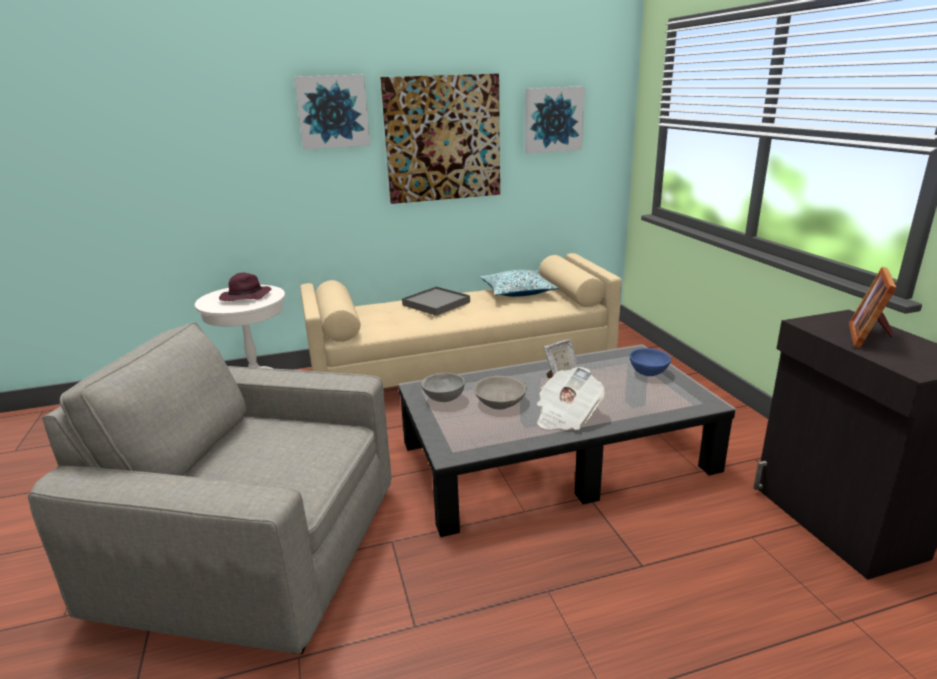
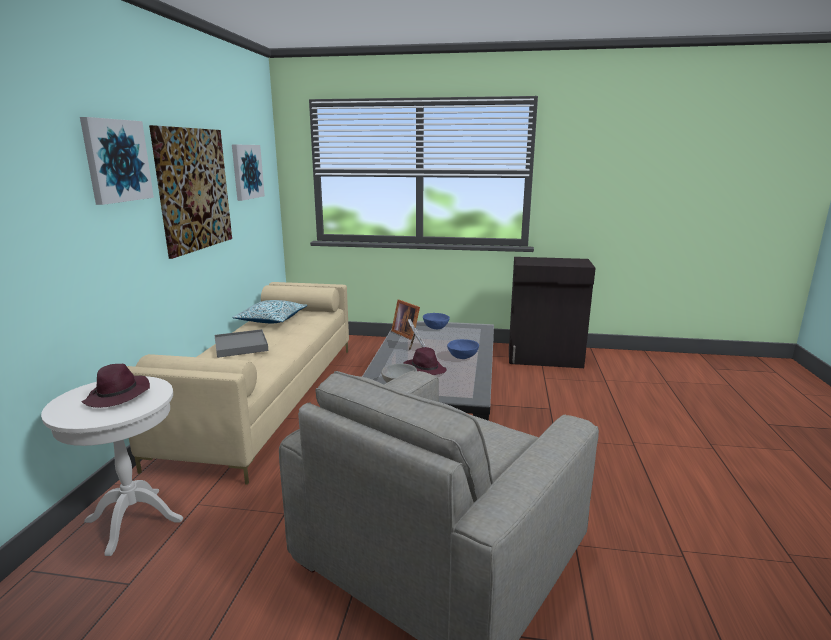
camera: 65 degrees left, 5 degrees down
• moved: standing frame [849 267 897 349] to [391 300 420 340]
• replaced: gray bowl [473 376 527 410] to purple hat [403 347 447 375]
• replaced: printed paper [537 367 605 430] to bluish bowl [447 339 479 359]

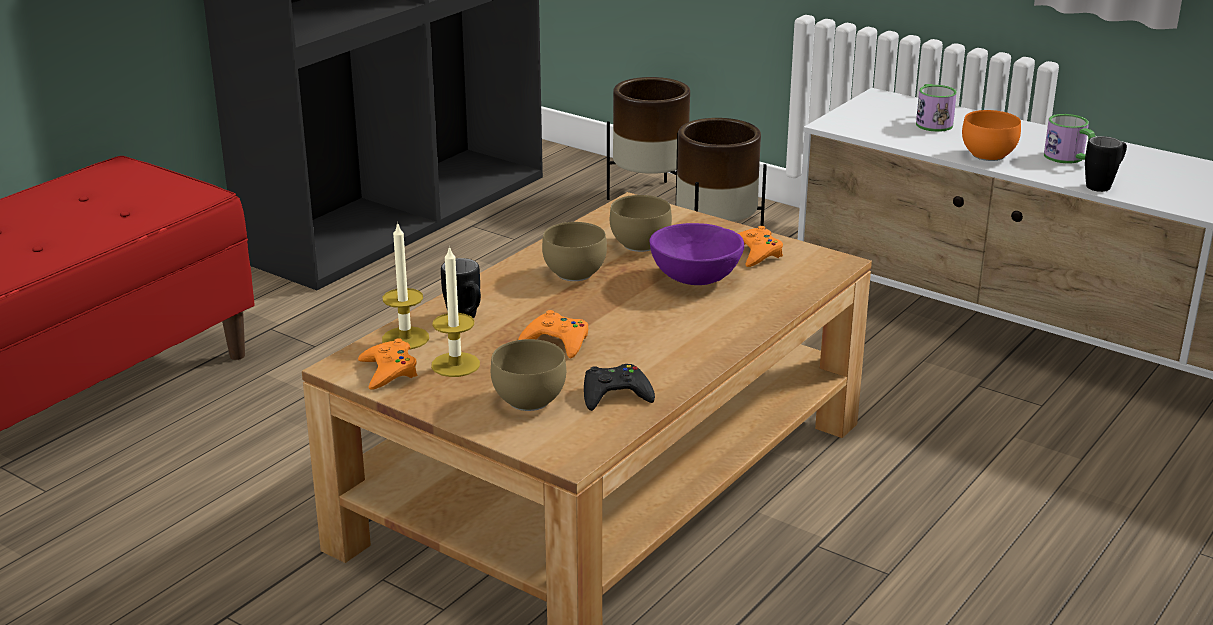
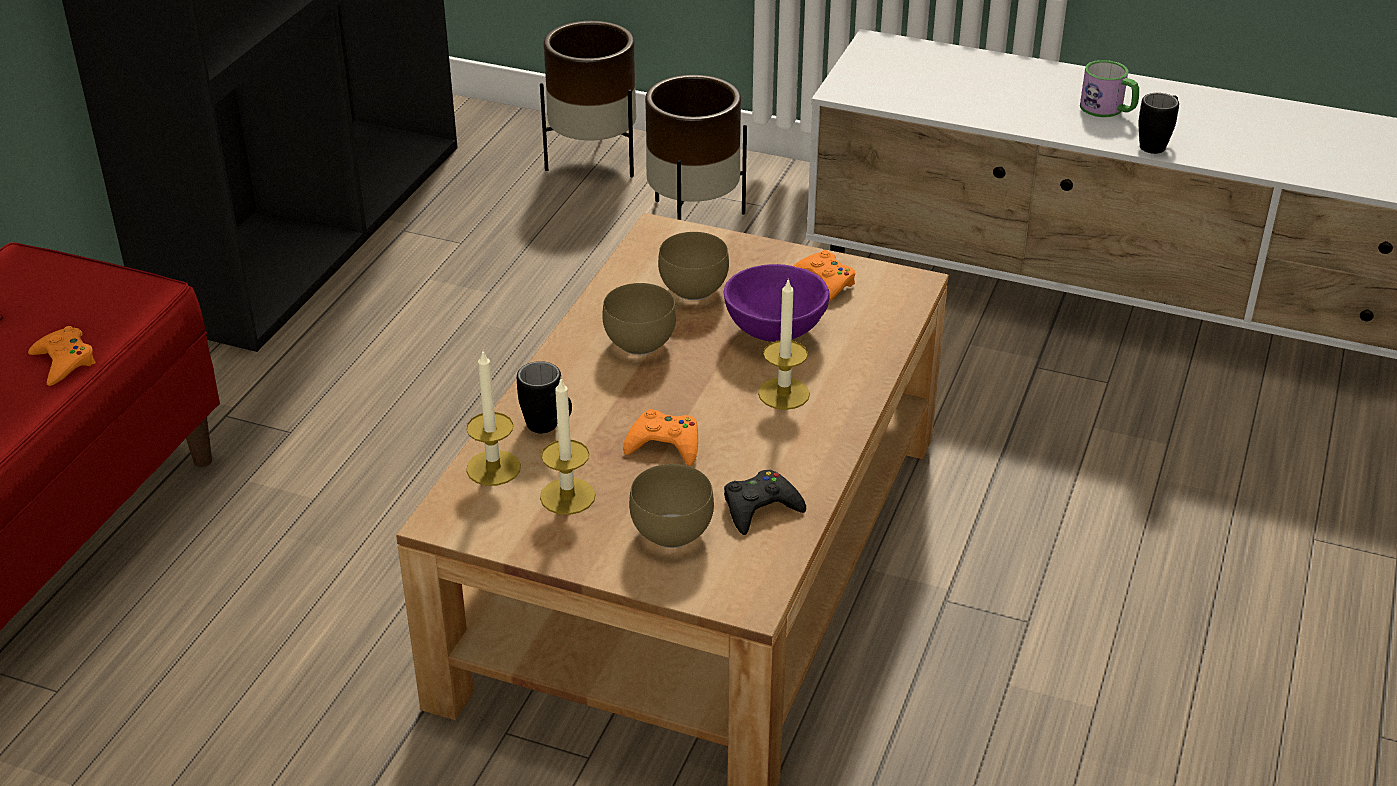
camera: 15 degrees left, 10 degrees up
• removed: mug [916 84 957 132]
• removed: orange-coloured bowl [962 110 1021 161]
• added: wax light [758 279 810 410]
• moved: orange-coloured joypad [358 338 417 390] to [28 326 96 386]

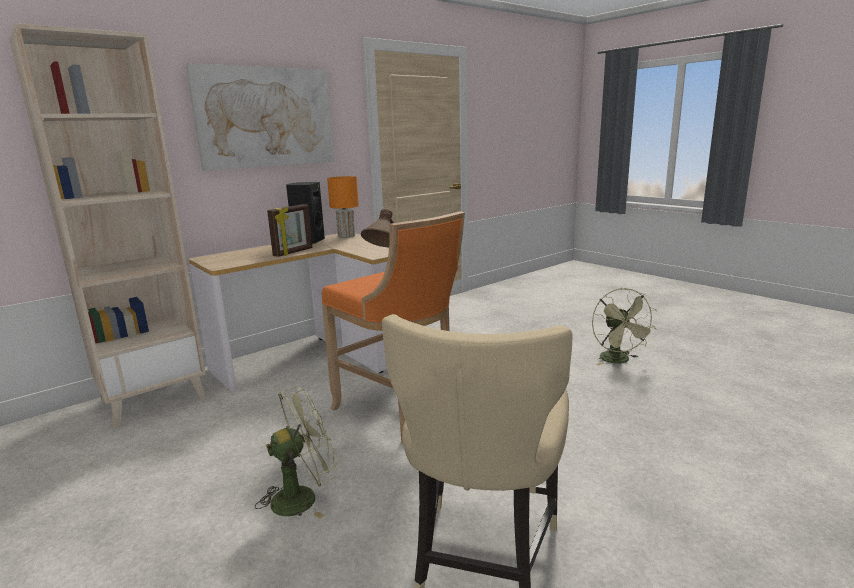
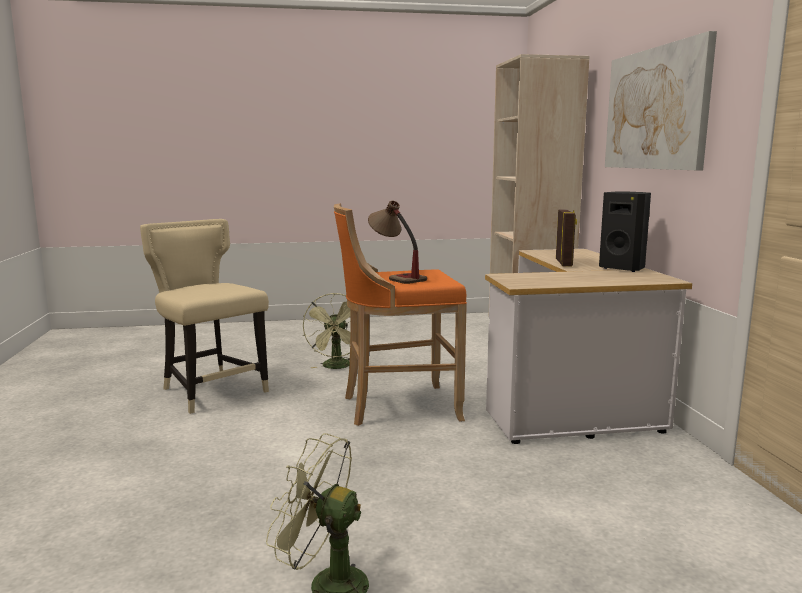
camera: 120 degrees right, 5 degrees down
• removed: orange-coloured lamp for a table [327 176 359 238]
• turned: standing frame [267 204 313 257] = [556 210 577 267] 150 degrees counterclockwise

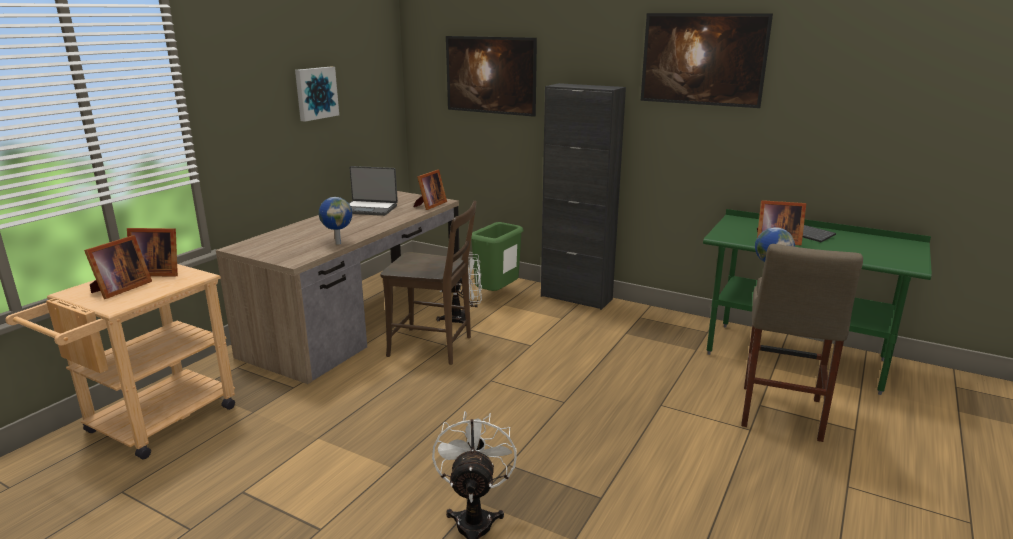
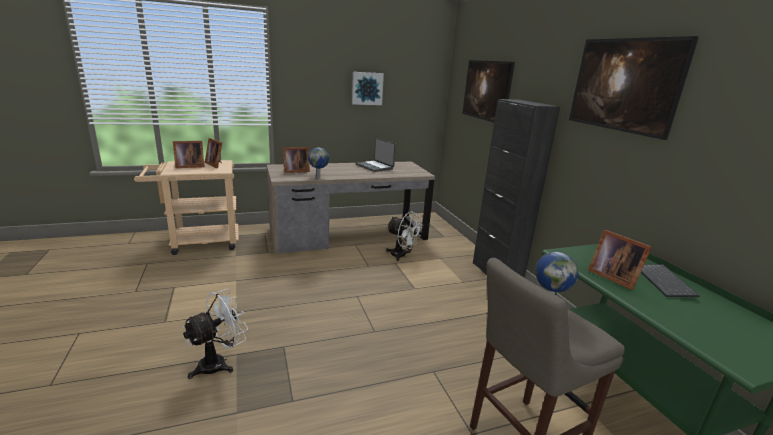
camera: 40 degrees right, 0 degrees up
• removed: brownish chair [380 201 477 365]
• removed: green-coloured trash can [471 222 523 291]
• moved: standing frame [414 169 447 210] to [283 147 310 173]

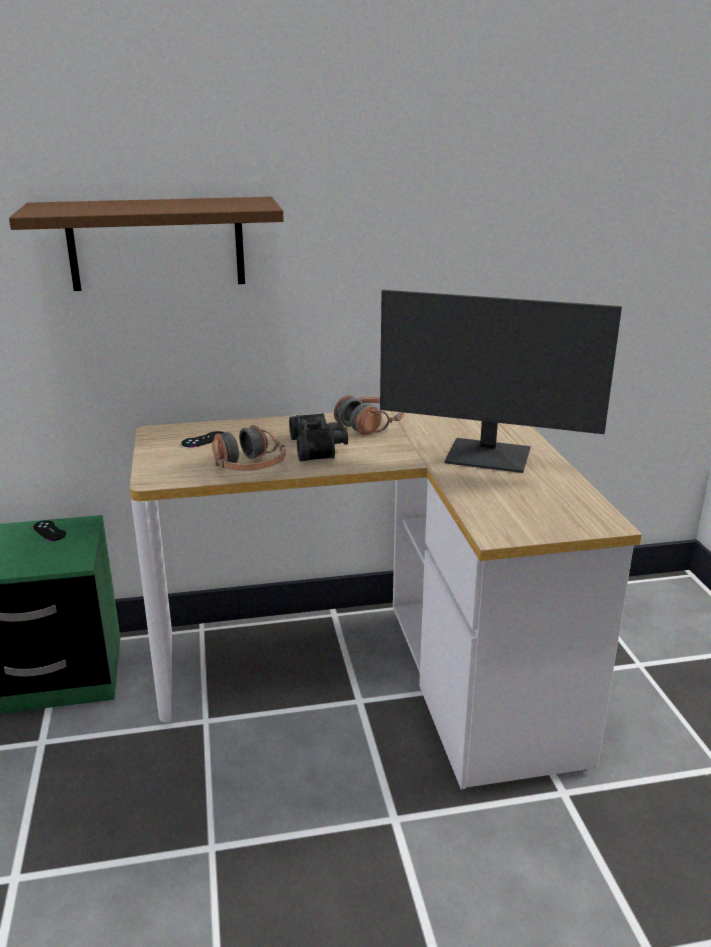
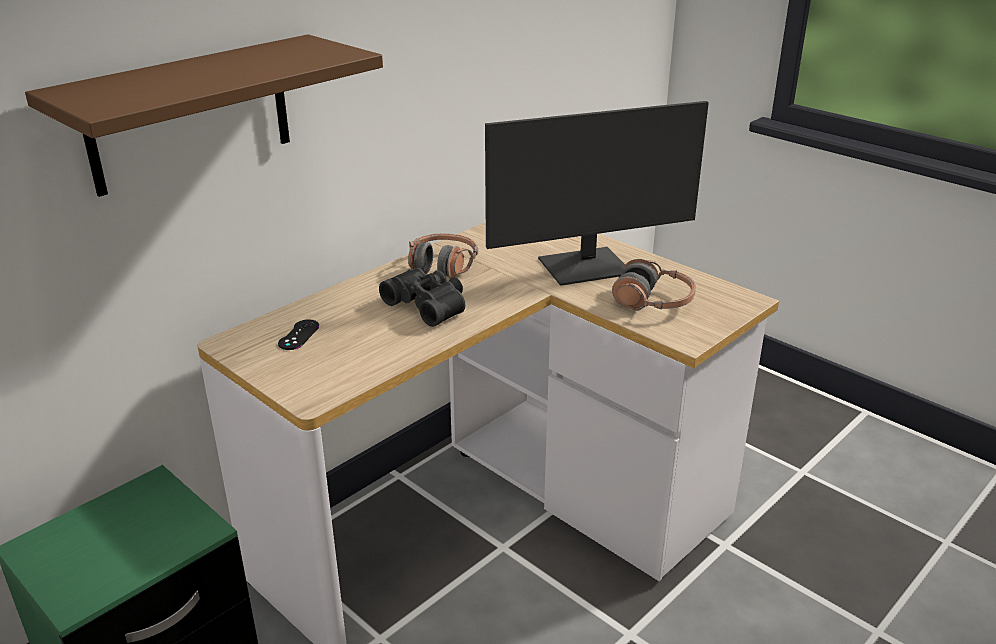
camera: 35 degrees left, 5 degrees up
• removed: black joypad [33 520 66 541]
• moved: headphones [212 425 286 471] to [612 259 696 311]

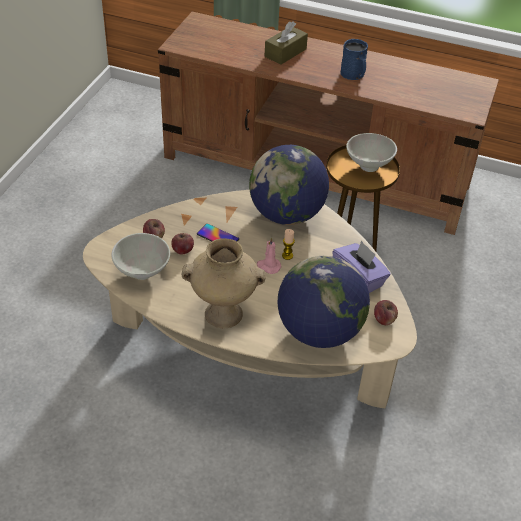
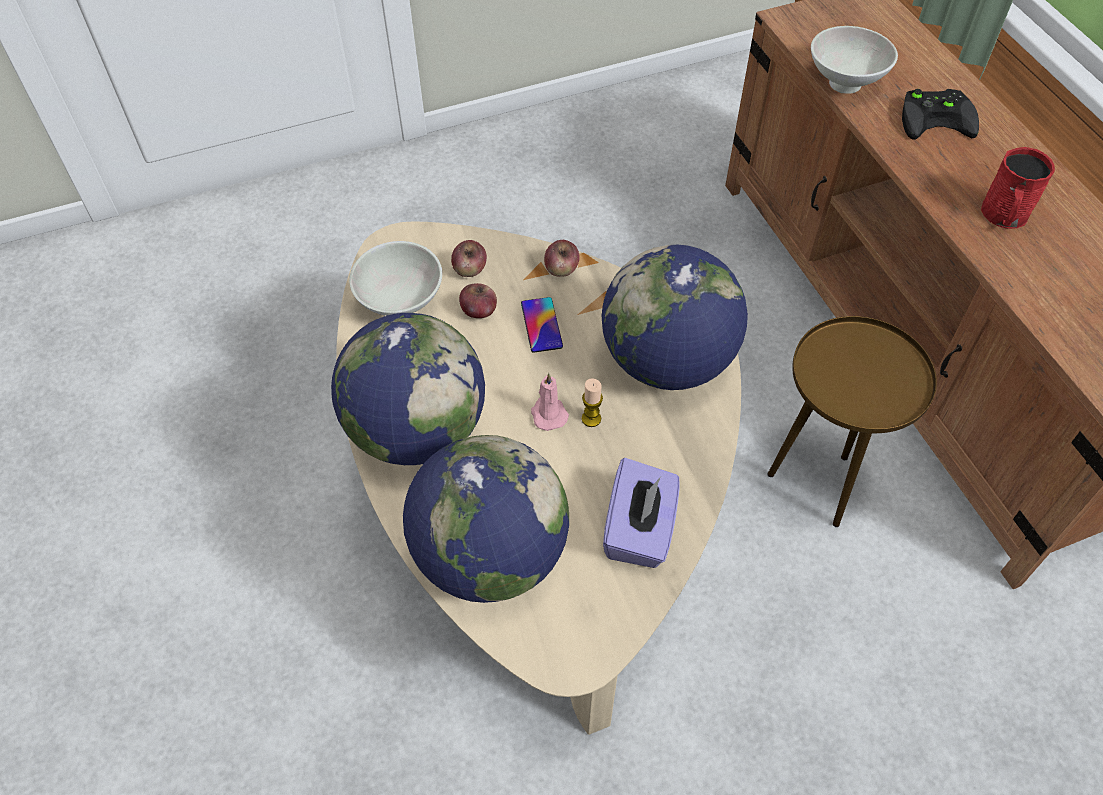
camera: 50 degrees right, 10 degrees up
• moved: whitish bowl [346 133 397 172] to [811 26 898 94]
• moved: apple fruit [374 300 398 325] to [544 240 580 277]
• replaced: sand-coloured decorative vase [182 238 266 328] to globe [331 313 485 465]
• replaced: brownish box of tissues [265 21 308 65] to black joypad [902 89 979 139]
• recoloured: bluish mug [341 39 368 80] to red-coloured mug [981 147 1055 229]

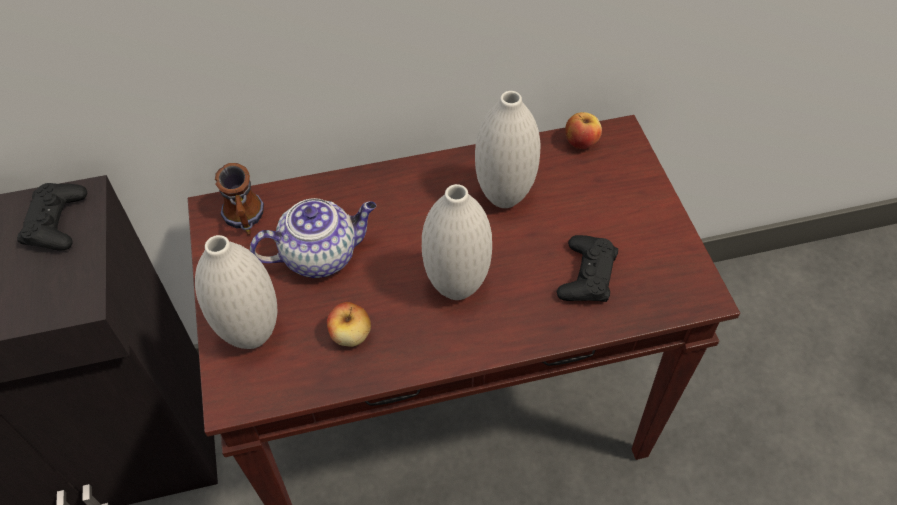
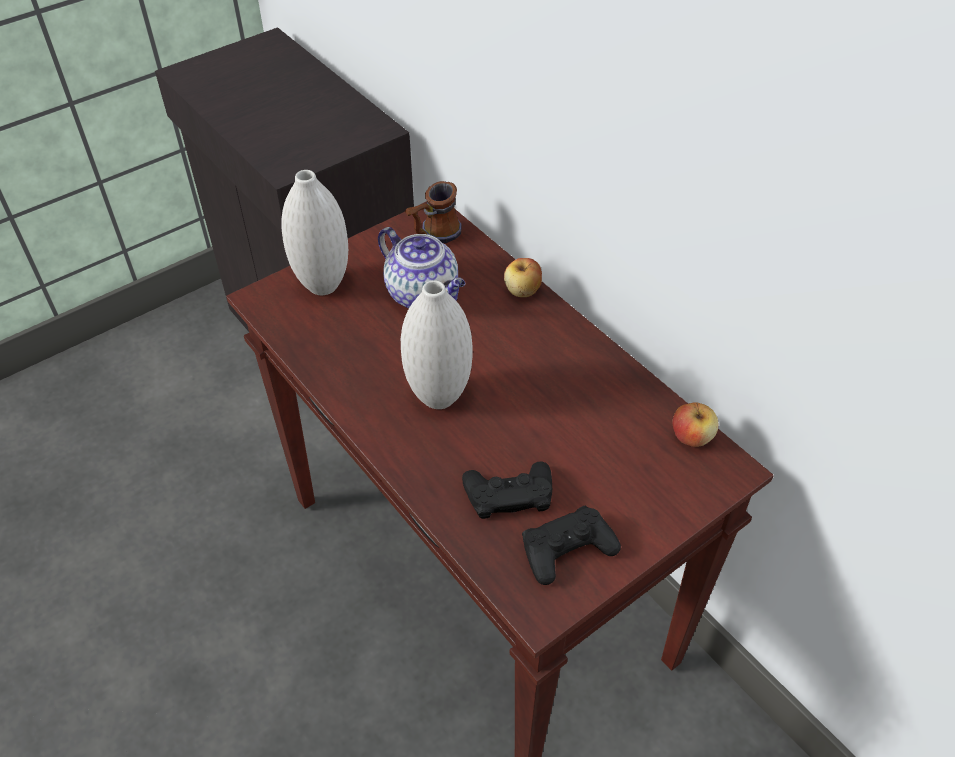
camera: 65 degrees right, 5 degrees down
• removed: whitish decorative vase [475 91 541 208]
• moved: black joypad [17 183 87 250] to [522 506 621 585]
• moved: apple fruit [327 302 371 347] to [504 258 542 297]

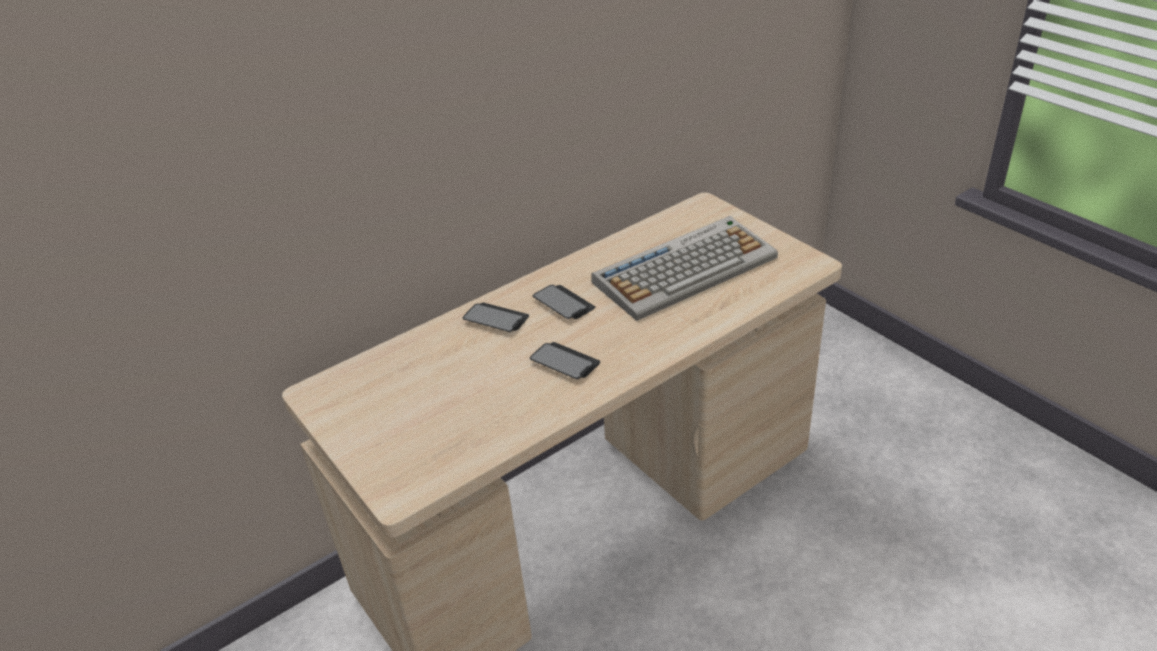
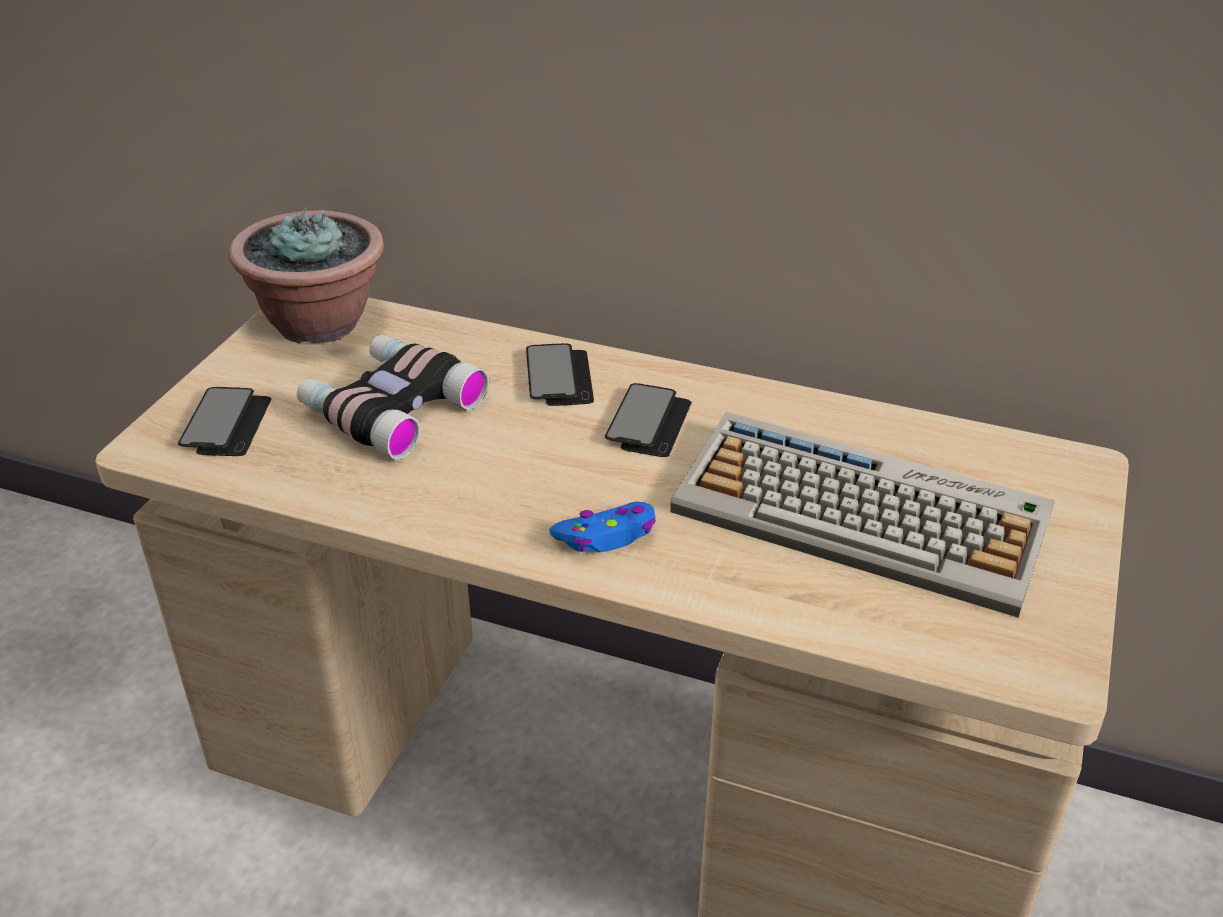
camera: 55 degrees right, 0 degrees up
• added: plant in a pot [229 207 384 344]
• added: field glasses [297 334 489 460]
• added: bluish joypad [549 502 656 552]
• moved: handset [530 342 600 379] to [178 387 271 456]

